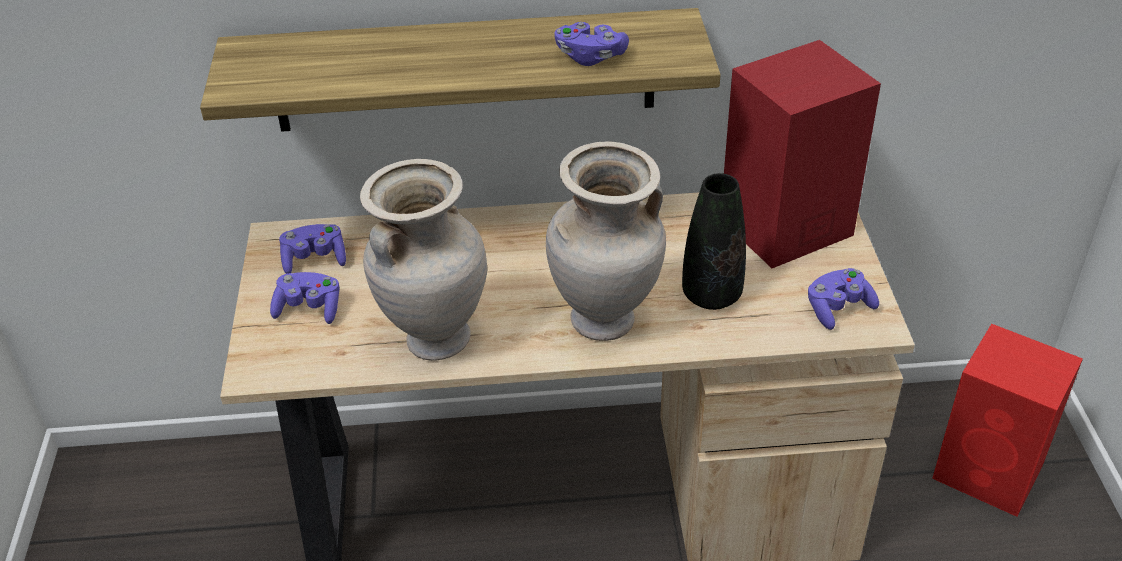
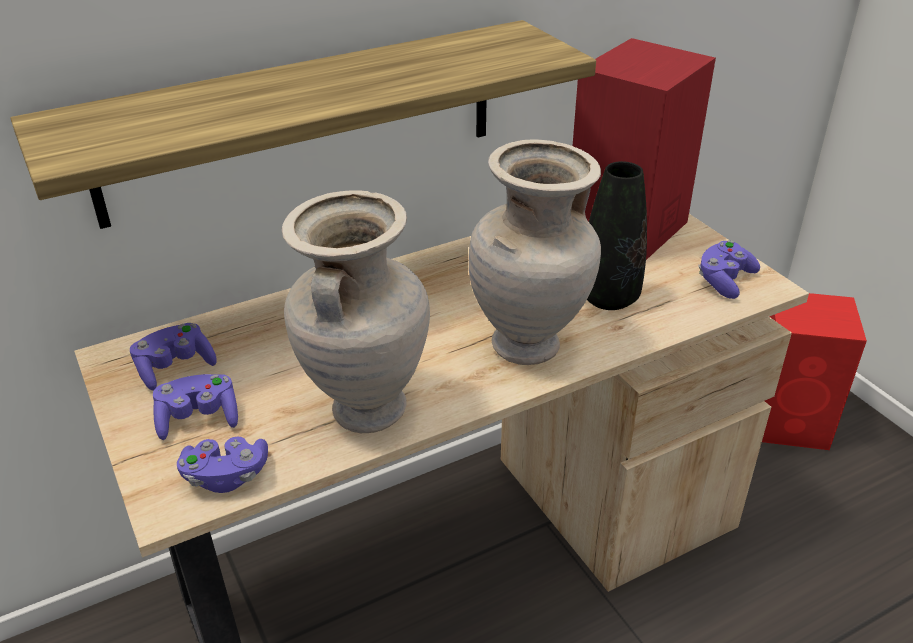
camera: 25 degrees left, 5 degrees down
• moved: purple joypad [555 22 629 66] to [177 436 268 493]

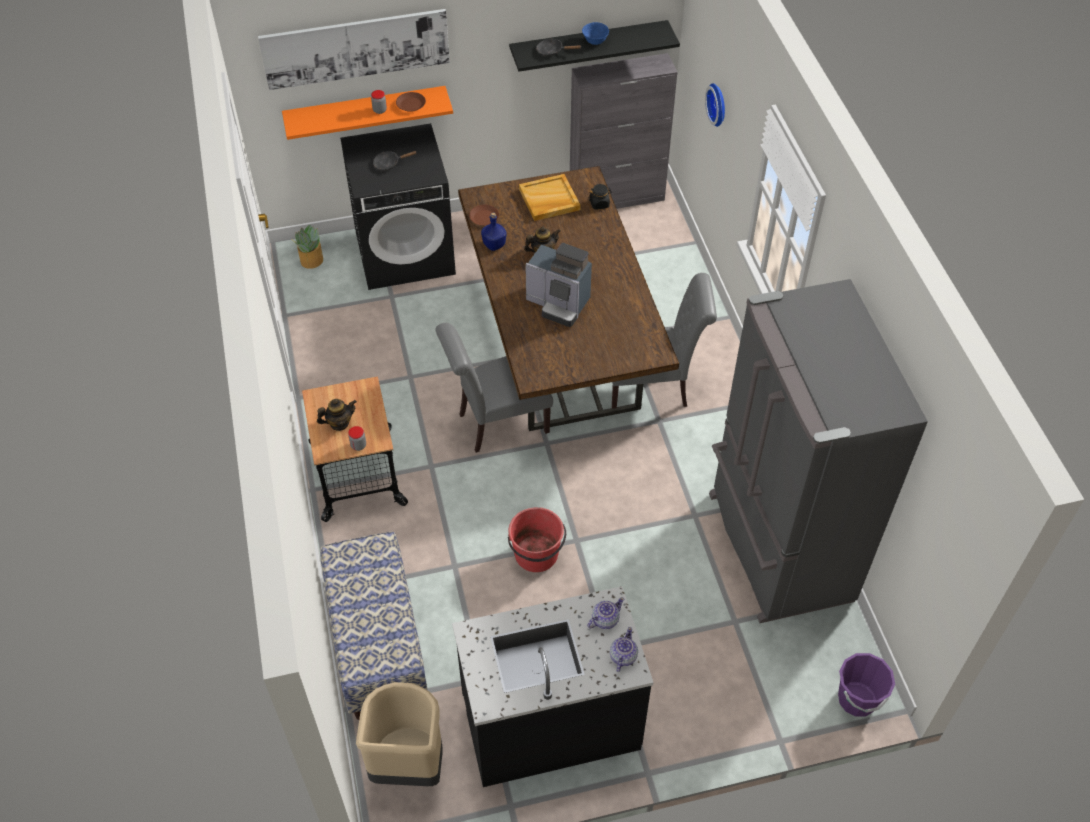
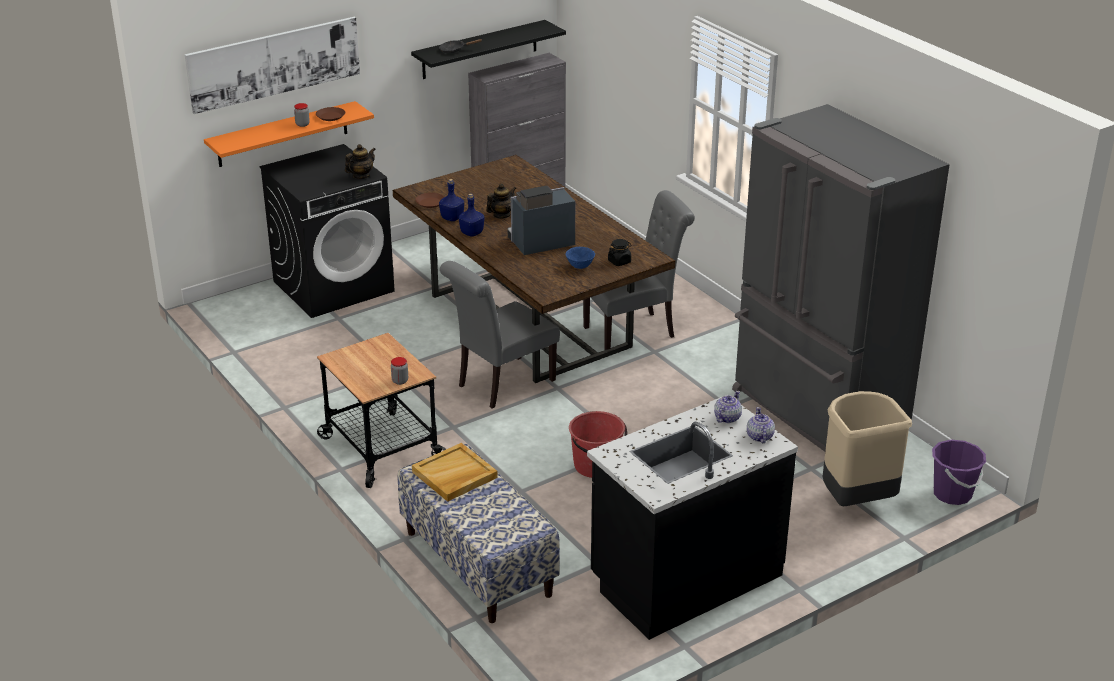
camera: 20 degrees left, 20 degrees down
• removed: plant in a pot [291 225 323 269]
• removed: black pan [373 151 417 171]
• removed: clock on the wall [705 83 725 127]
• added: bluish beverage bottle [459 194 484 236]
• moved: pot for tea [317 399 357 431] to [345 144 376 179]
• moved: sand-coloured trash can [356 682 443 786] to [823 391 912 506]
• moved: sand-coloured serving tray [519 174 581 221] to [412 443 498 502]
• moved: bluish bowl [582 22 609 45] to [566 247 595 269]
• moved: black preserve jar [589 184 612 210] to [608 239 631 266]
• turned: coffee machine [525 243 592 327] = [508 186 575 255] 150 degrees clockwise

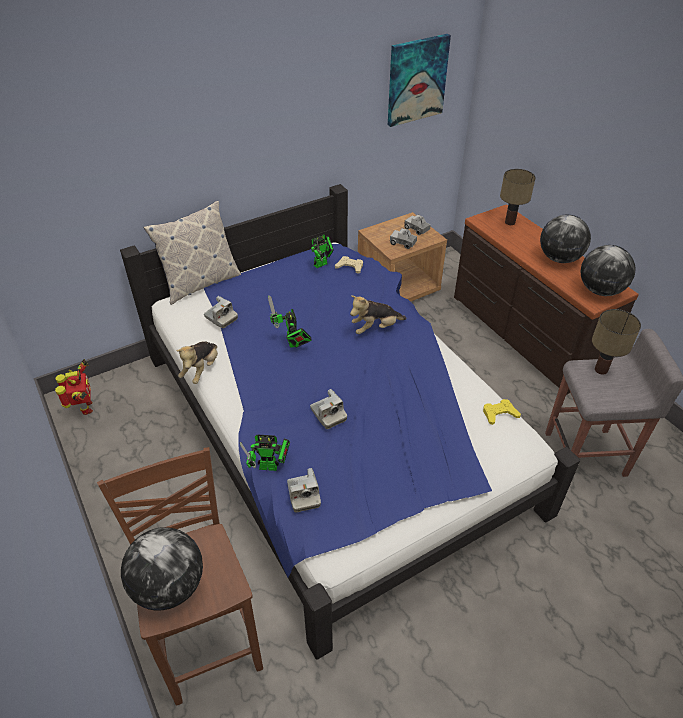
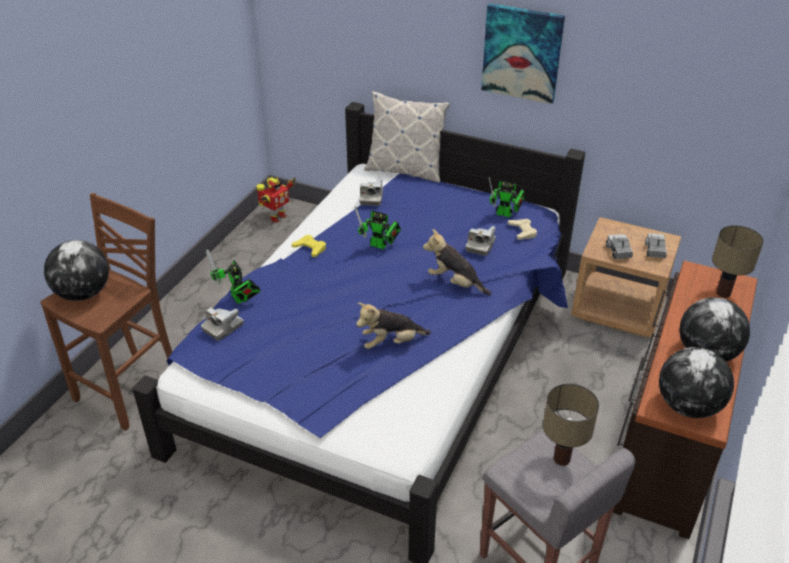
camera: 55 degrees right, 5 degrees down
• moved: plush toy [176 341 218 384] to [356 303 431 349]
• moved: still camera [310 389 347 429] to [466 226 496 256]
• moved: wall picture [388 34 451 127] to [481 3 565 104]
• moved: yellow-coloured joypad [483 399 521 425] to [292 235 326 257]
• turned: robot figure [268 295 312 348] = [355 207 401 249] 105 degrees counterclockwise

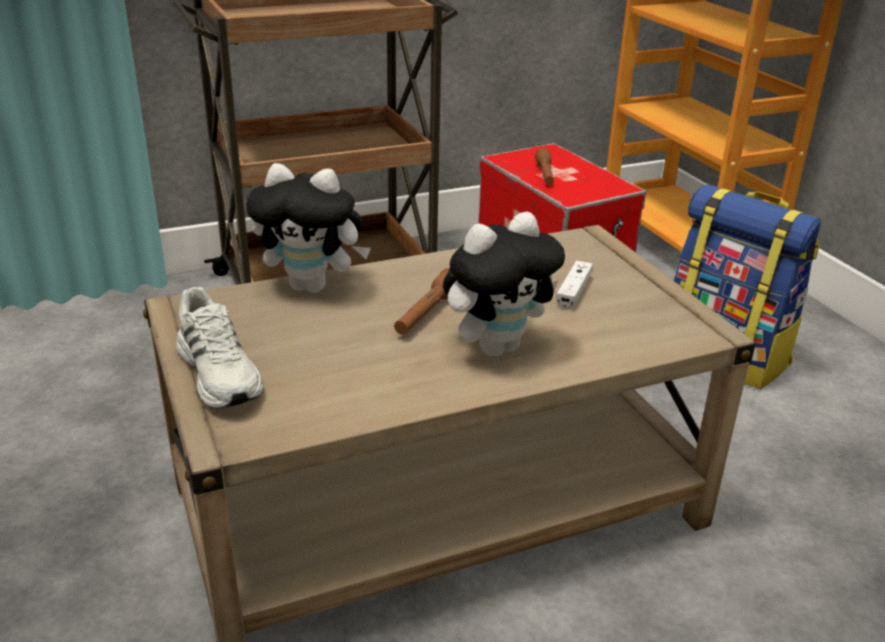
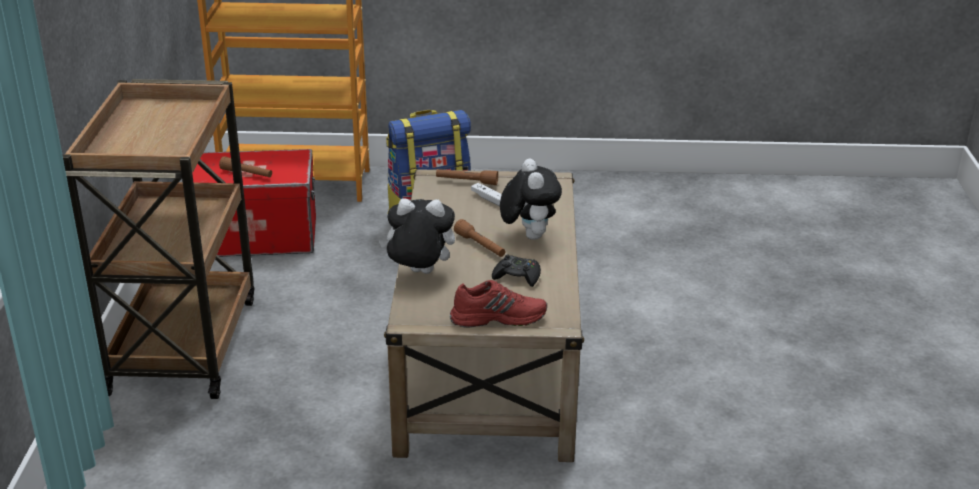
camera: 65 degrees left, 0 degrees up
• added: brownish torch [436 169 498 185]
• added: black joypad [492 255 541 287]
• recoloured: whitish shoe [176 287 264 409] to red-coloured shoe [450 280 547 328]
• turned: plush toy [246 163 371 293] = [378 198 455 274] 120 degrees counterclockwise

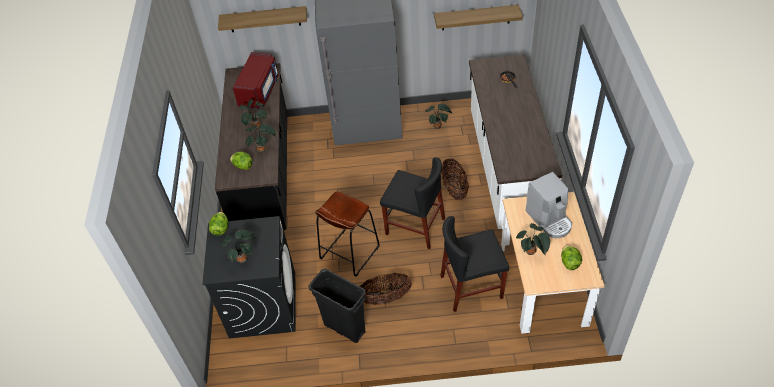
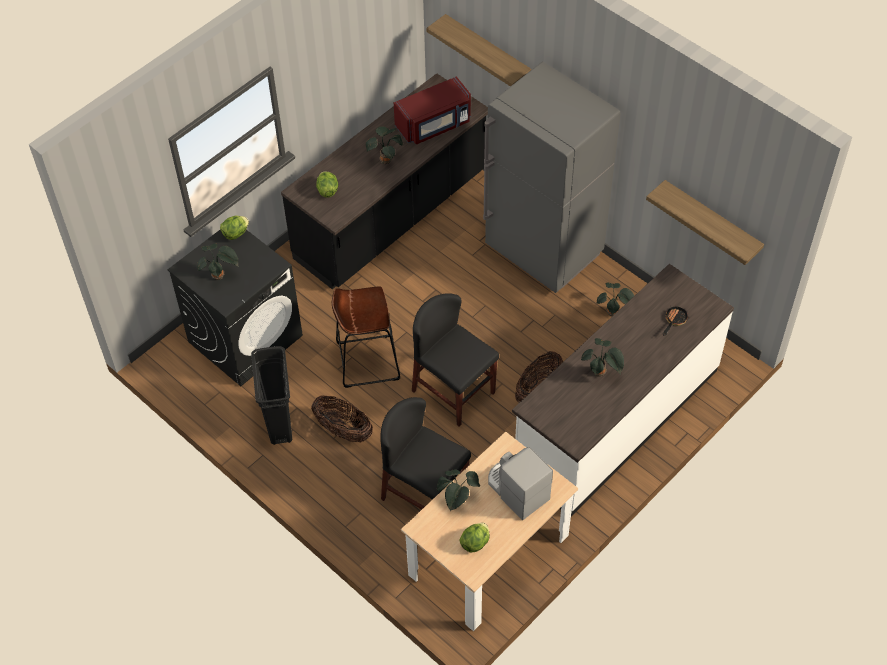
camera: 45 degrees right, 5 degrees up
• moved: plant in a pot [246 124 277 153] to [581 338 624 377]
• turned: black chair [380 157 445 249] = [412 293 499 427] 150 degrees clockwise
• turned: coffee machine [525 172 572 238] = [488 447 553 520] 120 degrees clockwise

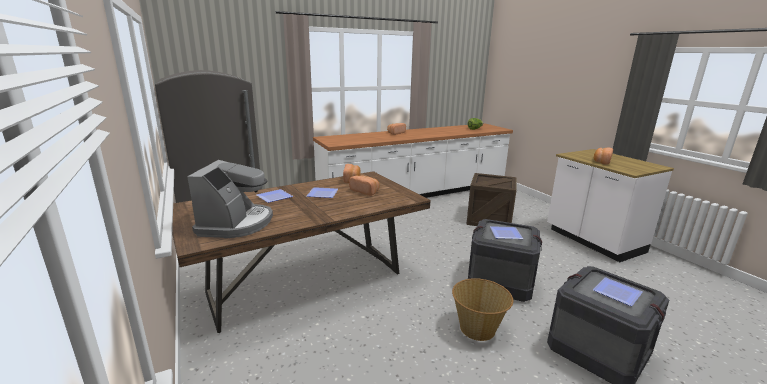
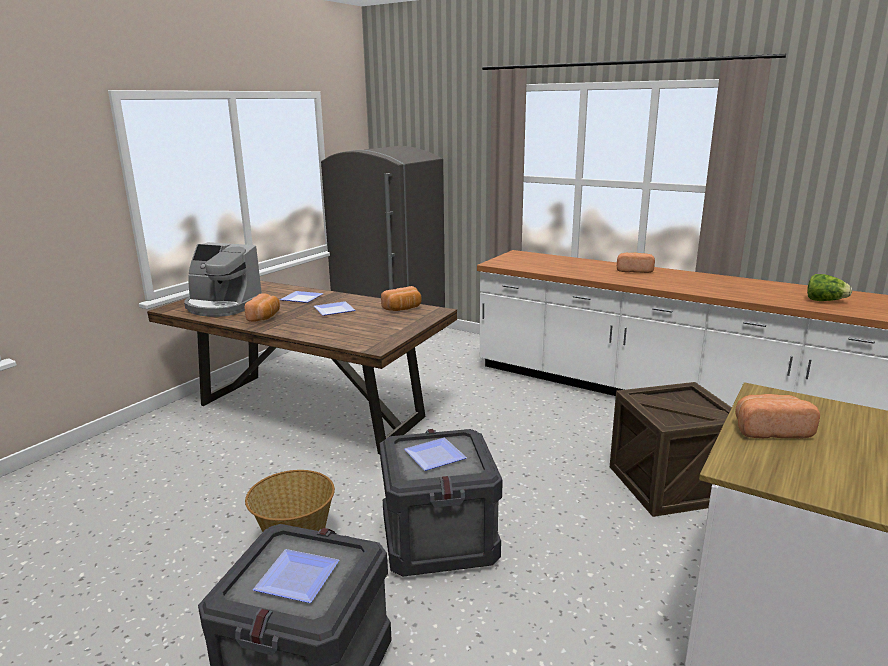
camera: 60 degrees right, 0 degrees up
• moved: bakery bread [349 176 380 196] to [245 293 280 322]
• turned: coffee machine [187 160 273 238] = [184 242 262 317] 45 degrees clockwise

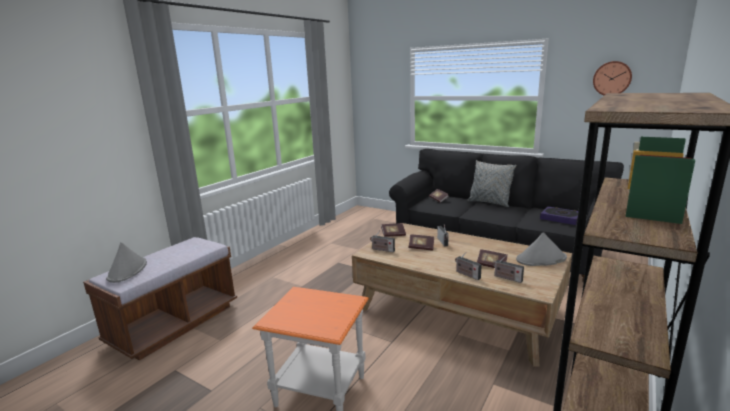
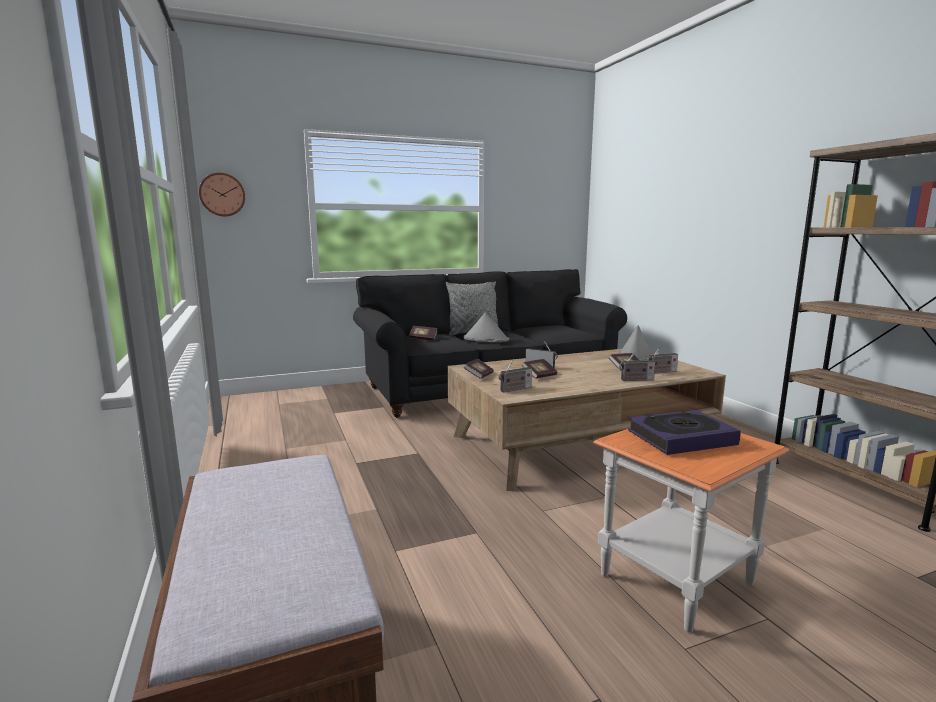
camera: 55 degrees left, 5 degrees down
• moved: gray hat [106 242 147 283] to [464 312 510 342]
• moved: bound book [540 207 578 225] to [628 409 741 455]
• moved: clock on the wall [593 61 632 95] to [199 173 245 216]

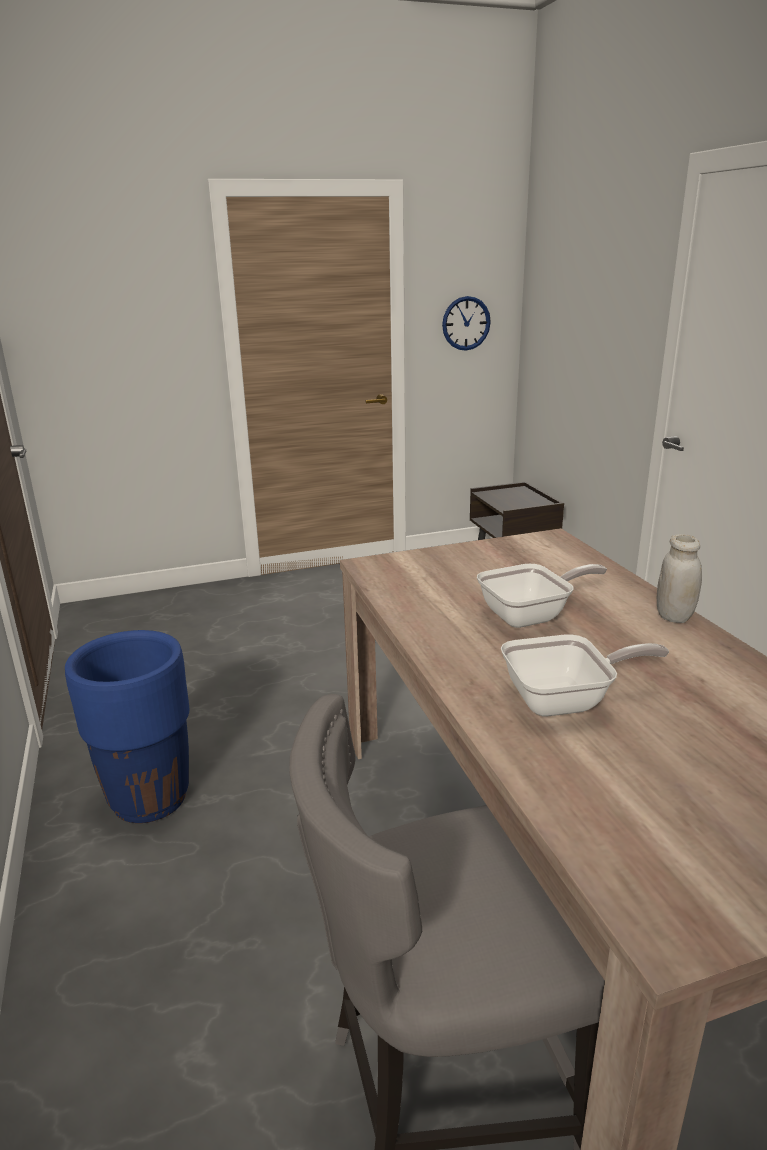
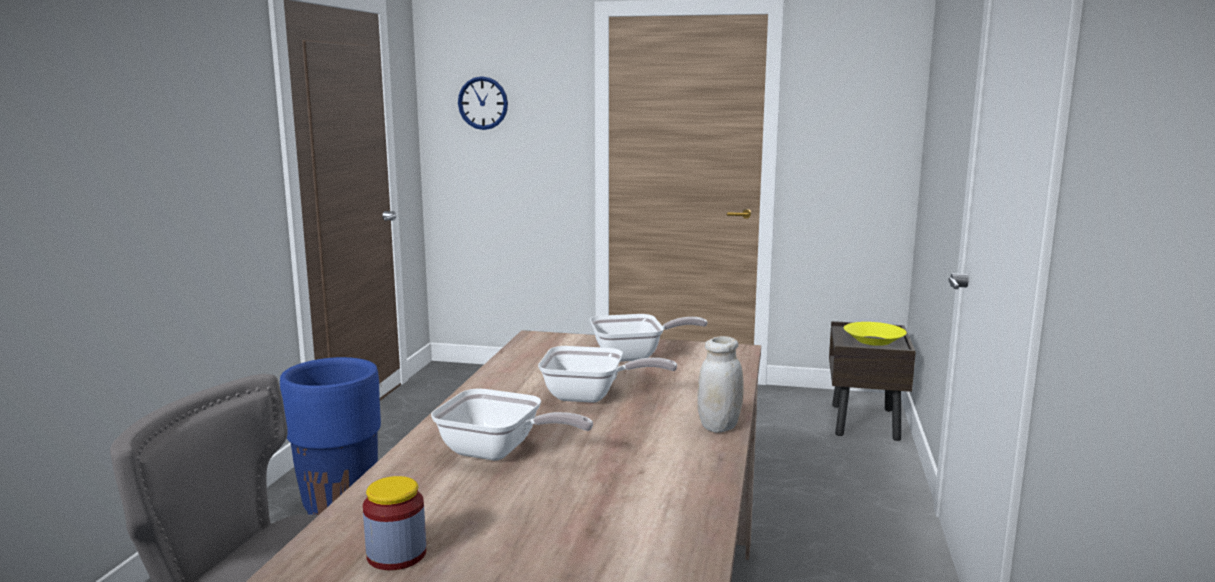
camera: 30 degrees right, 10 degrees down
• added: preserve jar [363 476 426 570]
• added: pan [590 314 708 362]
• added: yellow-coloured bowl [844 322 907 346]
• moved: clock on the wall [442 296 491 351] to [458 76 508 130]

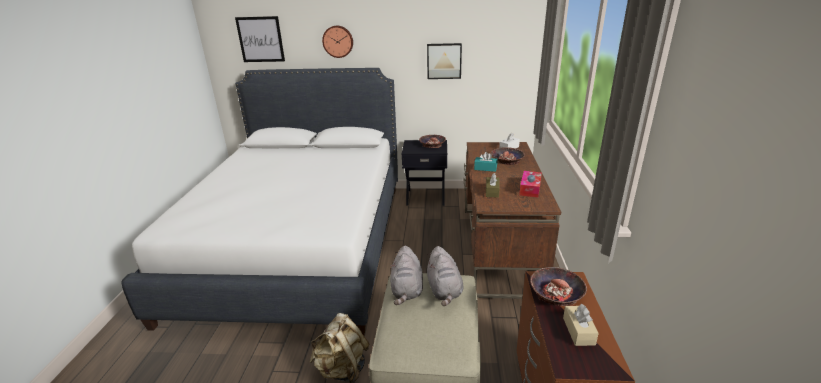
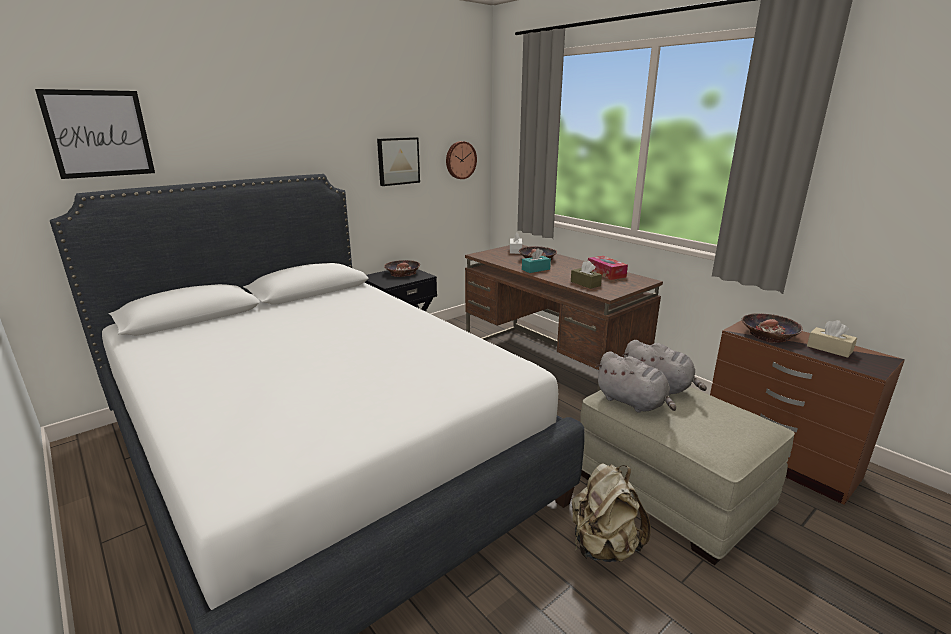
camera: 45 degrees left, 5 degrees down
• moved: clock on the wall [322 26 353 58] to [446 141 477 179]

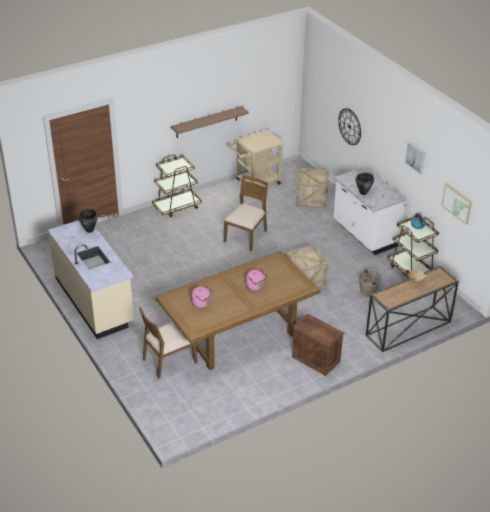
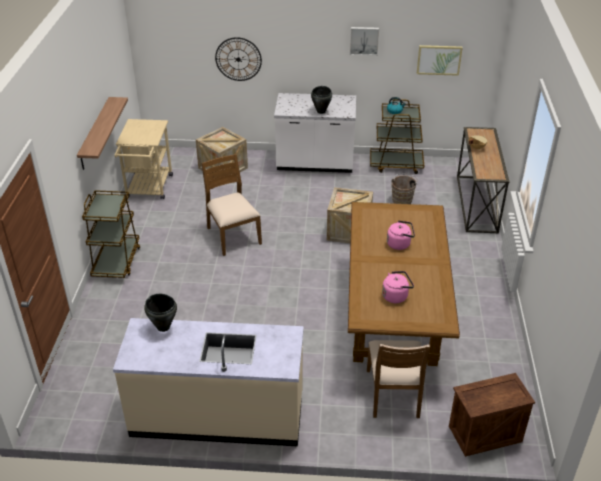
camera: 55 degrees left, 0 degrees up
• moved: packing crate [292 313 344 376] to [449 373 535 457]

